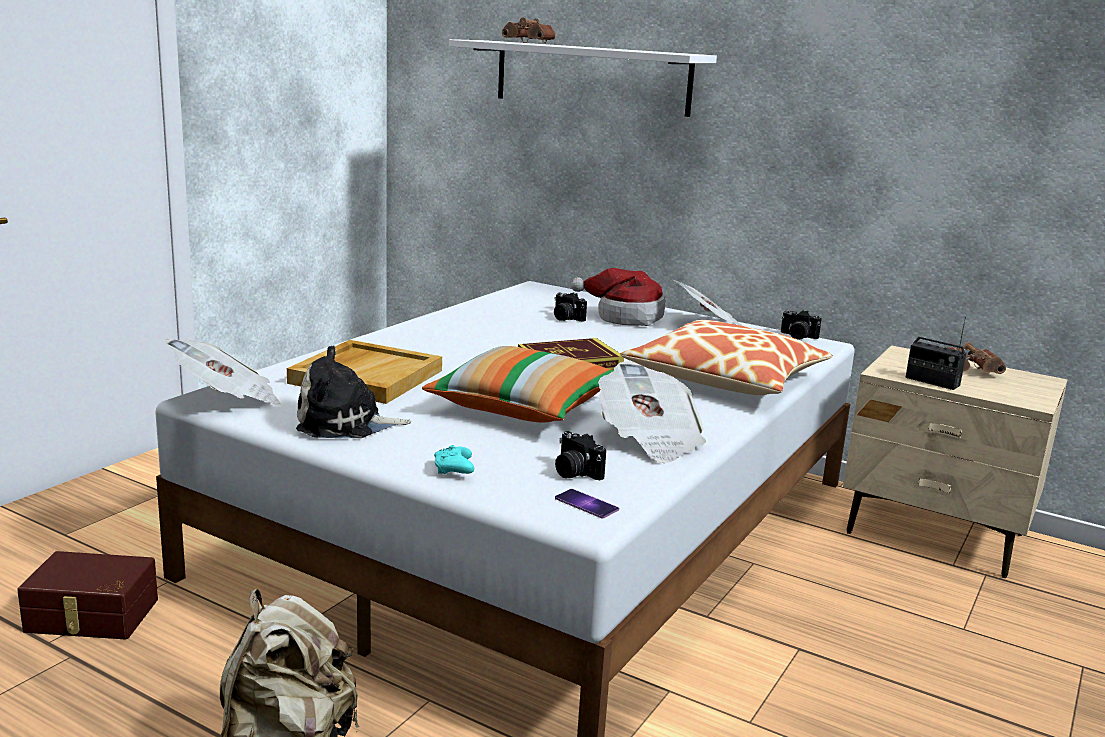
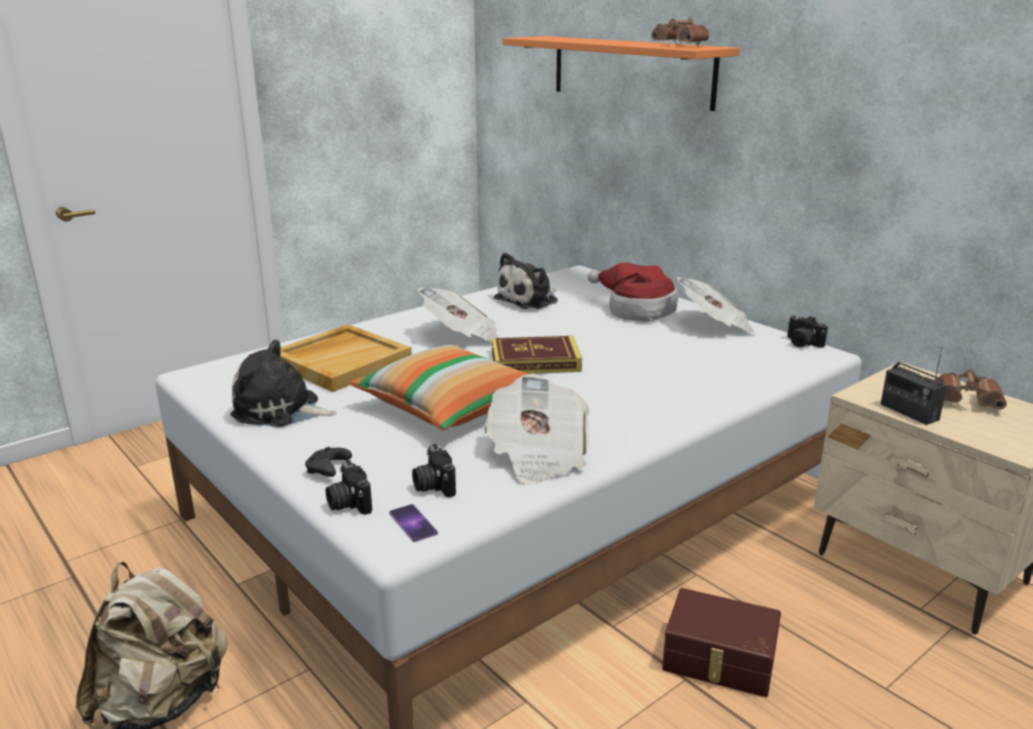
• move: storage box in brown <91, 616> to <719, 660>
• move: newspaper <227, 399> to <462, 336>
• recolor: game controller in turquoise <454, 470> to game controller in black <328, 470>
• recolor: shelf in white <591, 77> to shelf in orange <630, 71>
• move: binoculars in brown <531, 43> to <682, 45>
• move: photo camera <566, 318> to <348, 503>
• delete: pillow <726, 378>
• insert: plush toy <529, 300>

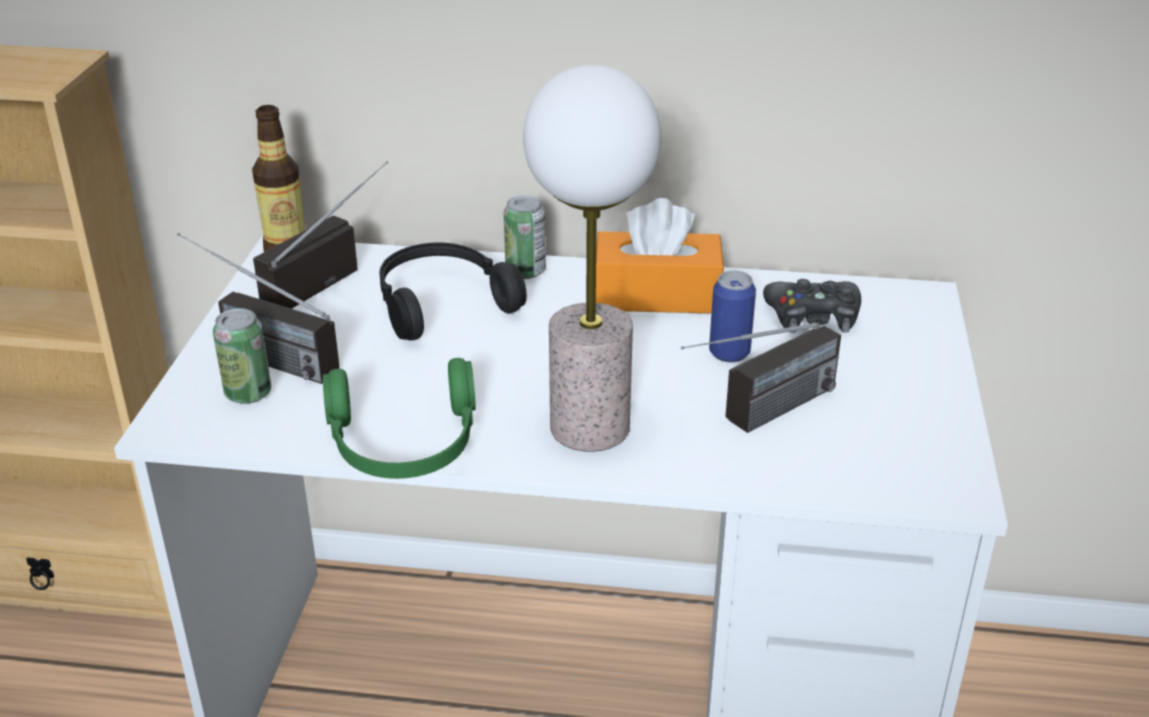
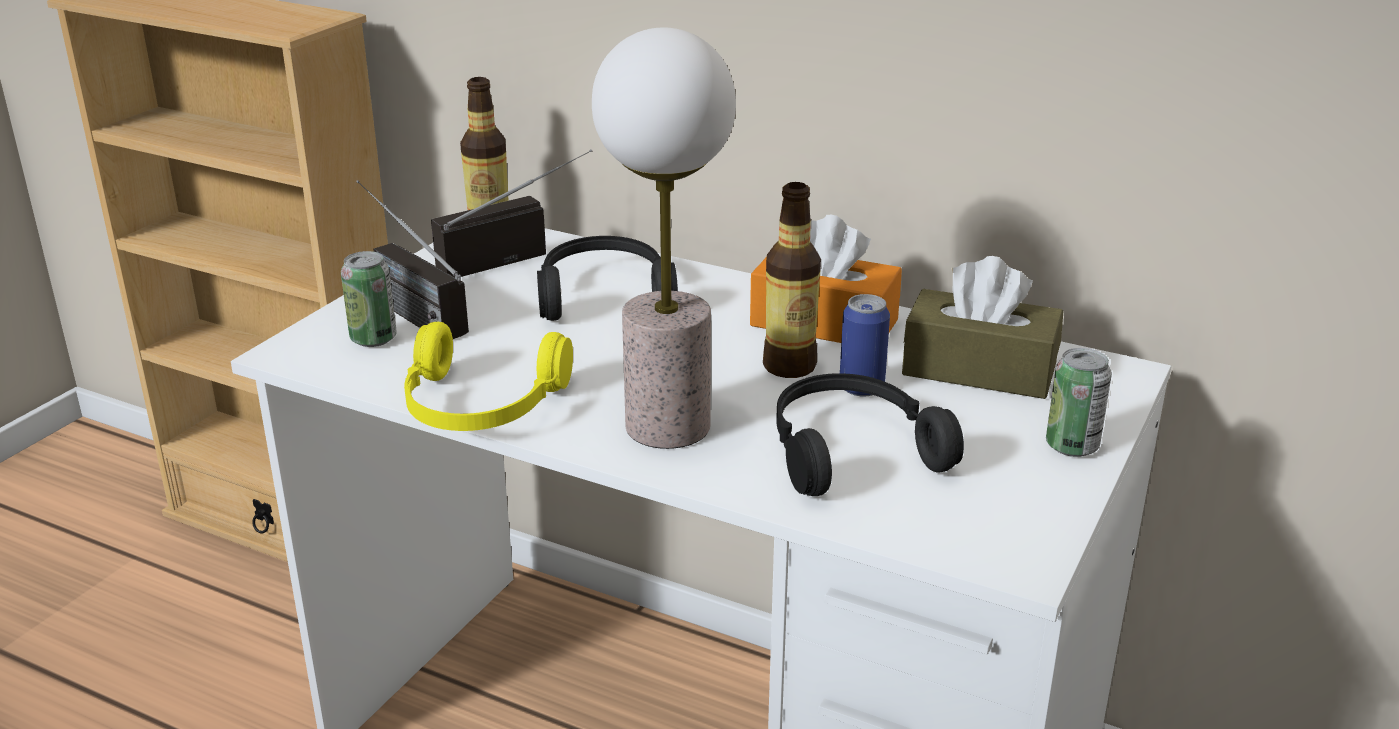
• recolor: headphones in green <404, 445> to headphones in yellow <480, 407>
• move: can <525, 271> to <1072, 446>
• replace: radio <759, 417> to headphones in black <850, 450>
• replace: game controller in black <813, 316> to tissue box in brown <979, 370>
• insert: bottle <789, 366>

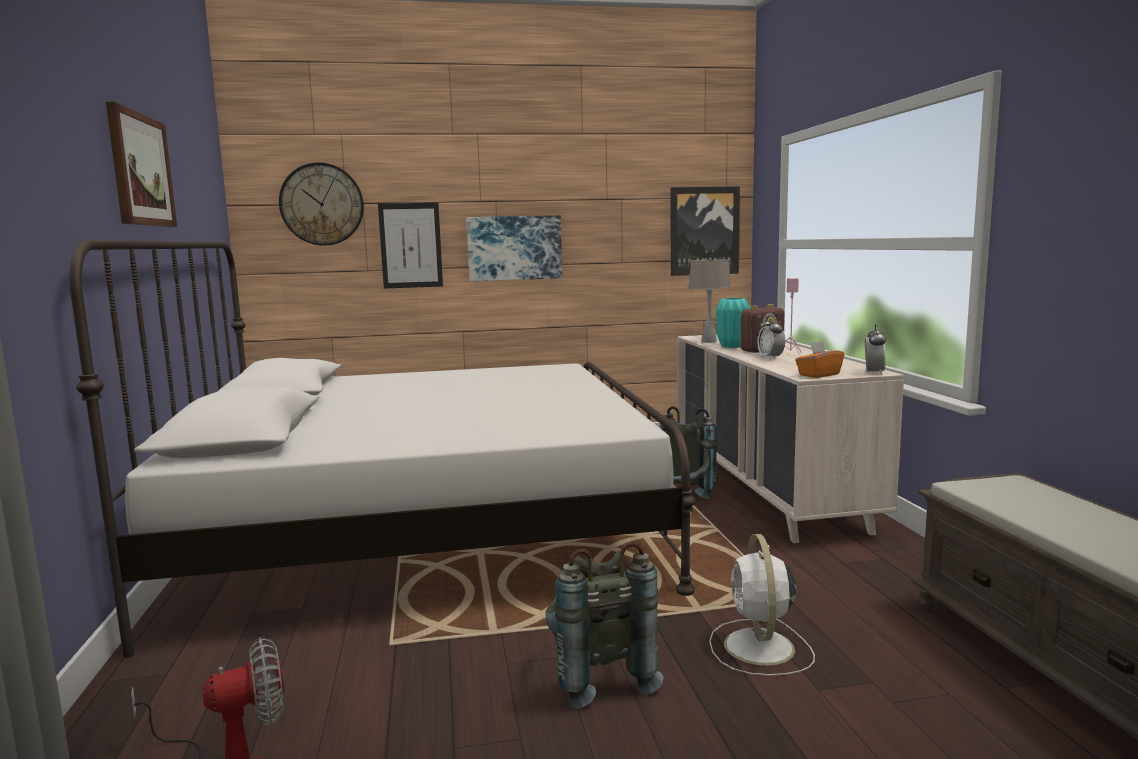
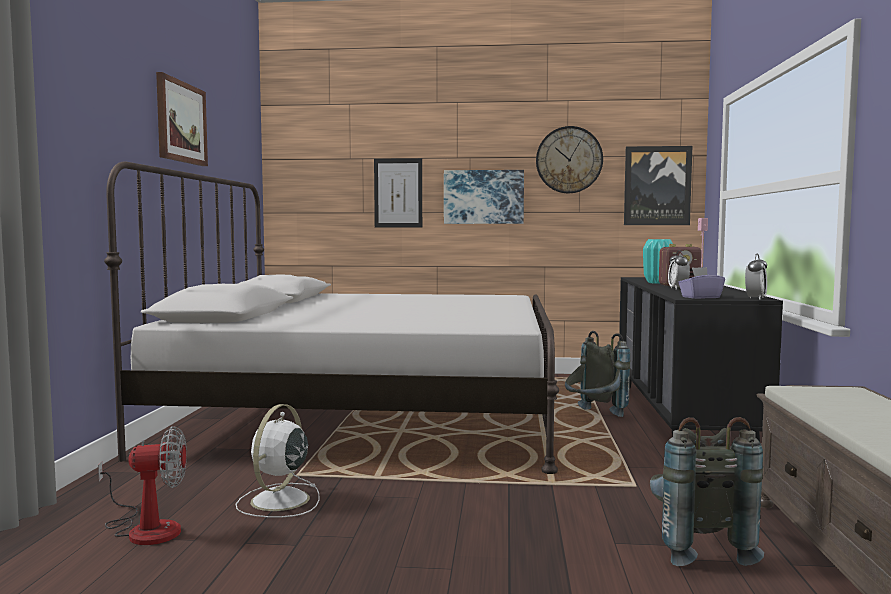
• move: wall clock <322, 204> to <569, 160>
• move: backpack in grey <597, 676> to <696, 547>
• recolor: dresser in beige <767, 489> to dresser in black <681, 415>
• delete: table lamp in beige <709, 341>
• move: fan in white <759, 648> to <278, 501>
• recolor: tissue box in orange <818, 375> to tissue box in purple <700, 297>

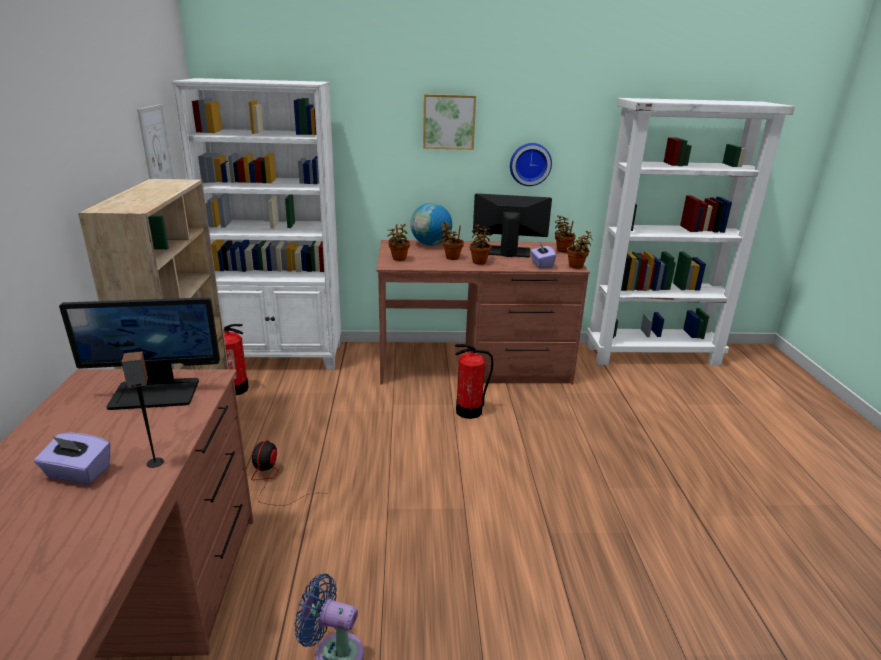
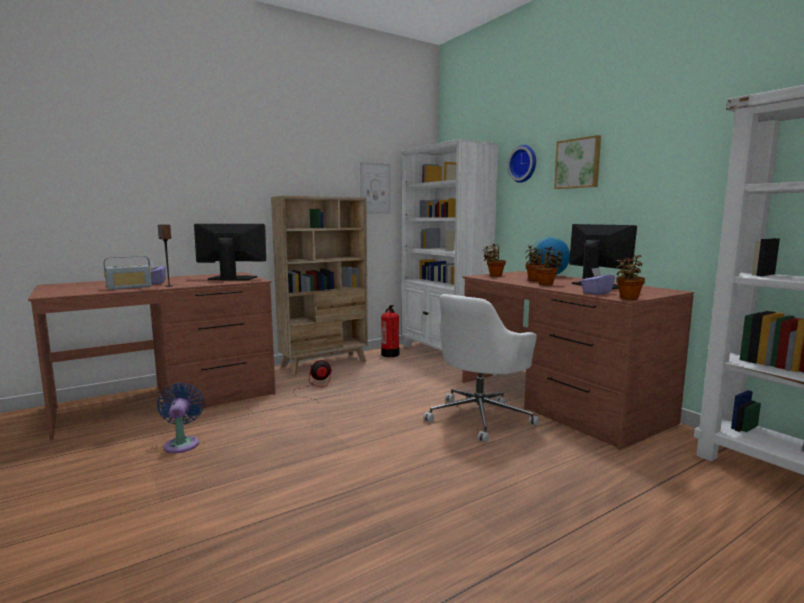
• rotate: monitor <156, 393> = <232, 278> 135 degrees clockwise
• replace: fire extinguisher <469, 411> to office chair in white <480, 417>
• move: wall clock <530, 164> to <524, 164>
• delete: potted plant <562, 250>
• insert: radio <129, 287>

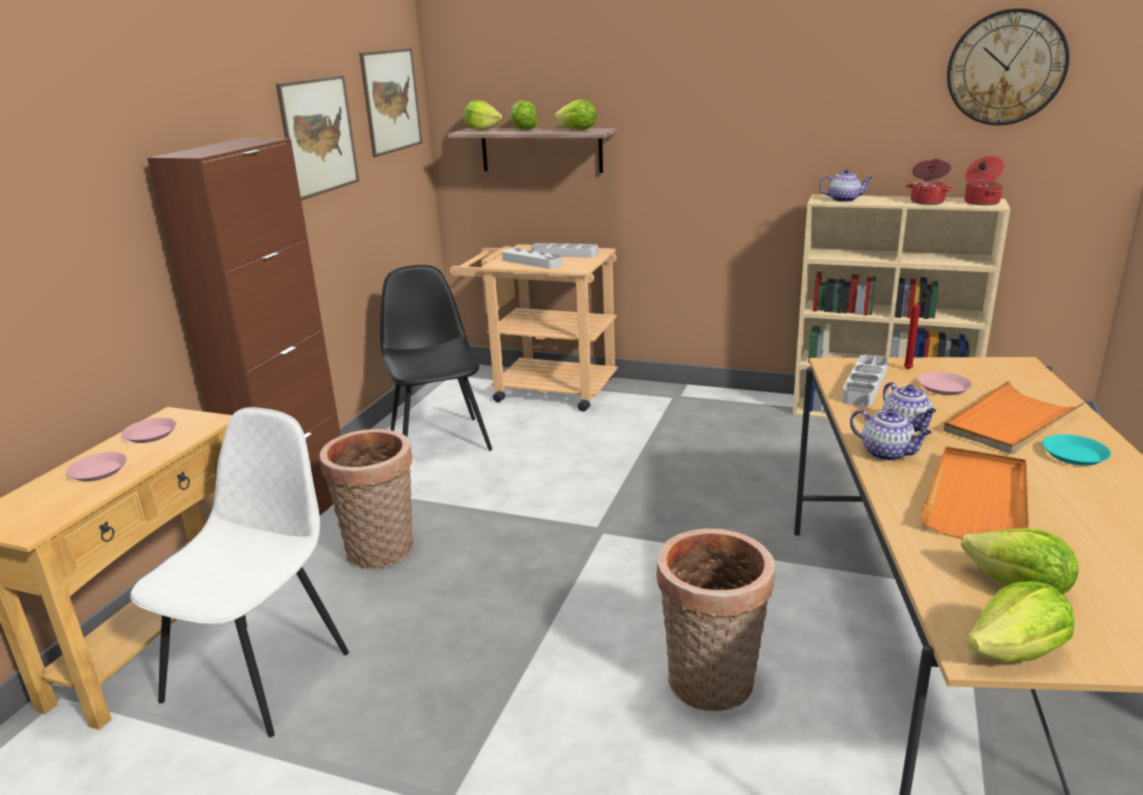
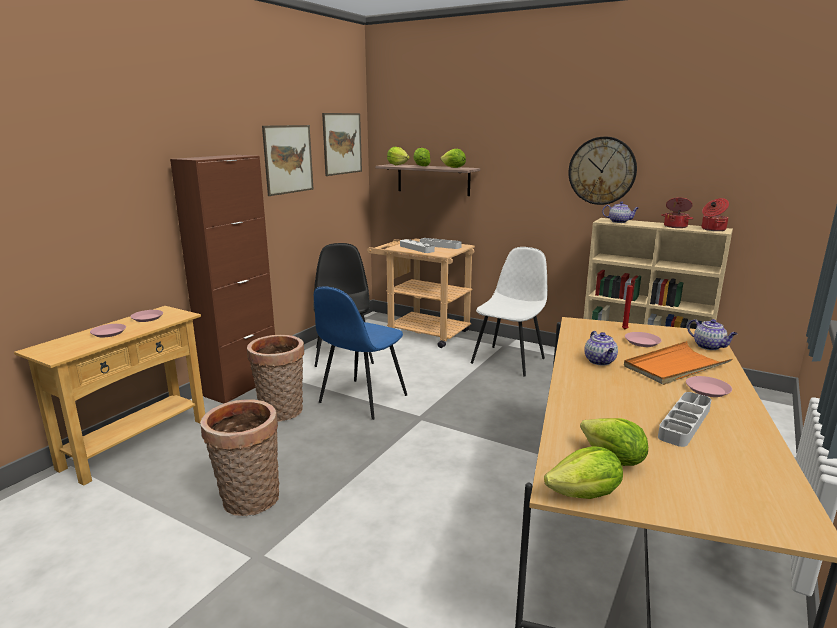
• move: chair in white <260, 673> to <509, 360>
• move: basket <711, 686> to <249, 502>
• move: tray in grey <864, 385> to <684, 423>
• move: teapot <887, 453> to <709, 346>
• delete: tray in orange <977, 499>
• move: wall clock <1006, 68> to <602, 171>
• recolor: plate in turquoise <1074, 455> to plate in pink <707, 390>
• insert: chair in blue <361, 400>

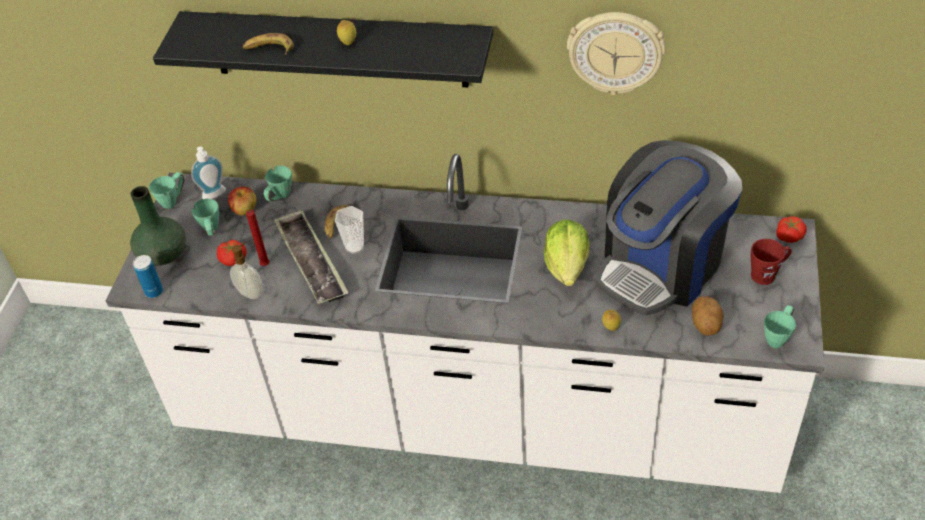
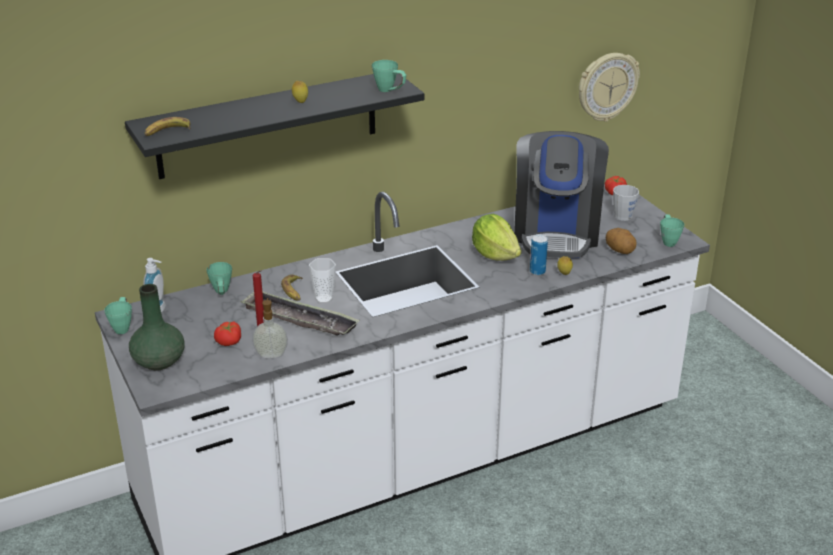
• move: can <154, 292> to <537, 271>
• move: mug in green <212, 231> to <390, 91>
• delete: apple <245, 210>
• move: banana <269, 49> to <167, 132>
• move: wall clock <615, 52> to <607, 86>
• recolor: mug in red <767, 274> to mug in grey <625, 214>

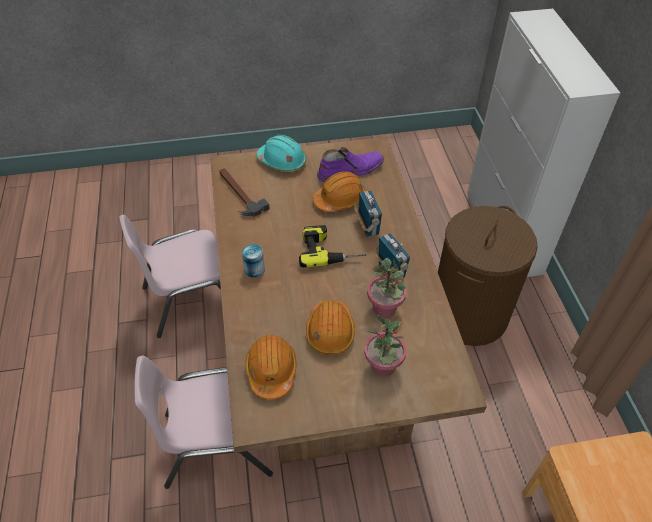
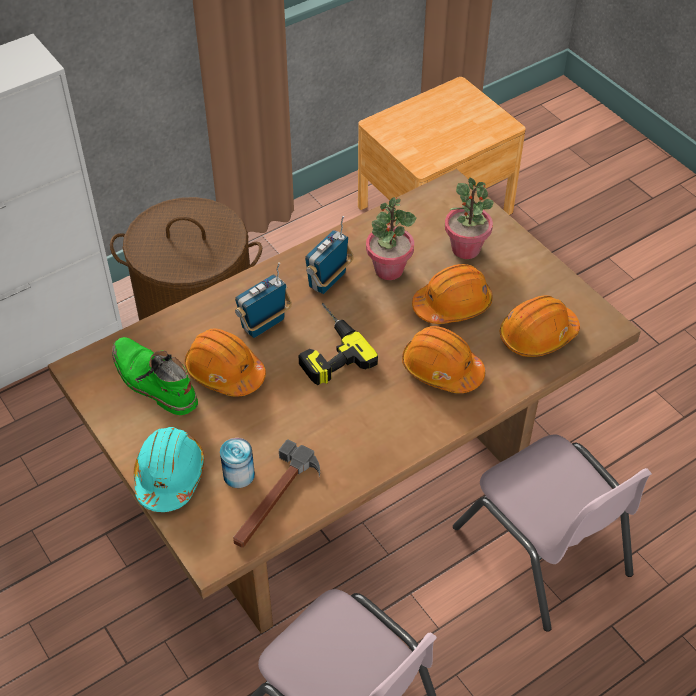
• move: can <254, 269> to <239, 475>
• recolor: boot in purple <350, 170> to boot in green <153, 382>
• insert: hard hat in orange <441, 369>

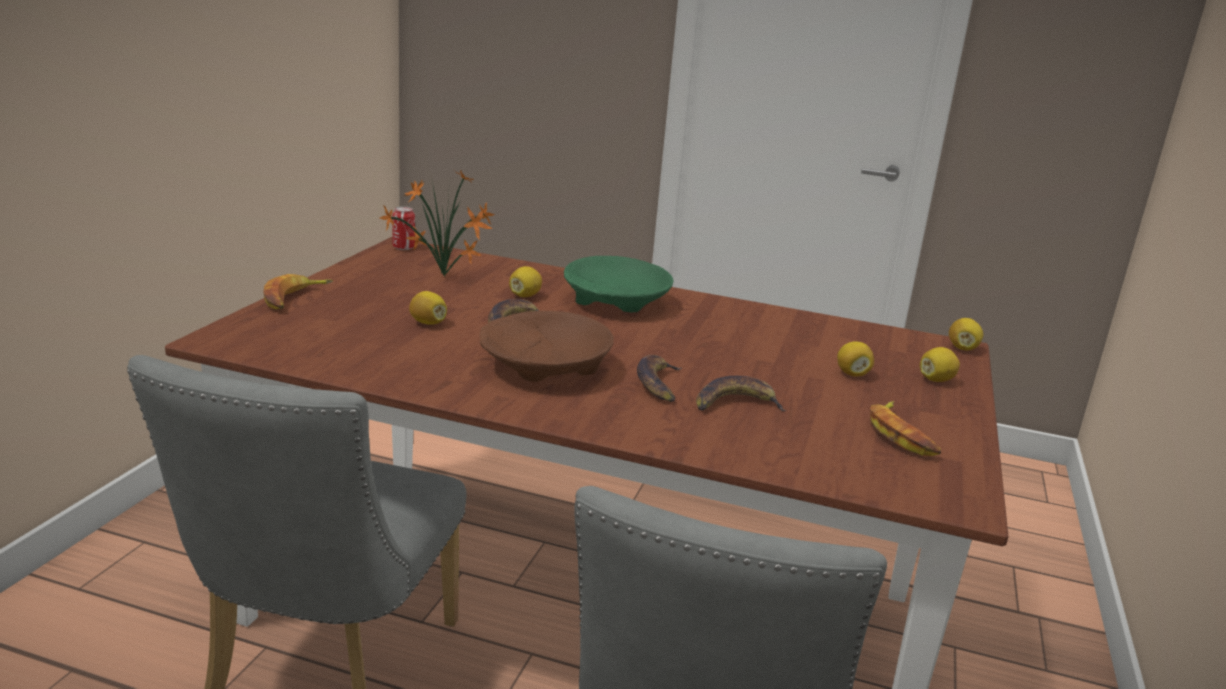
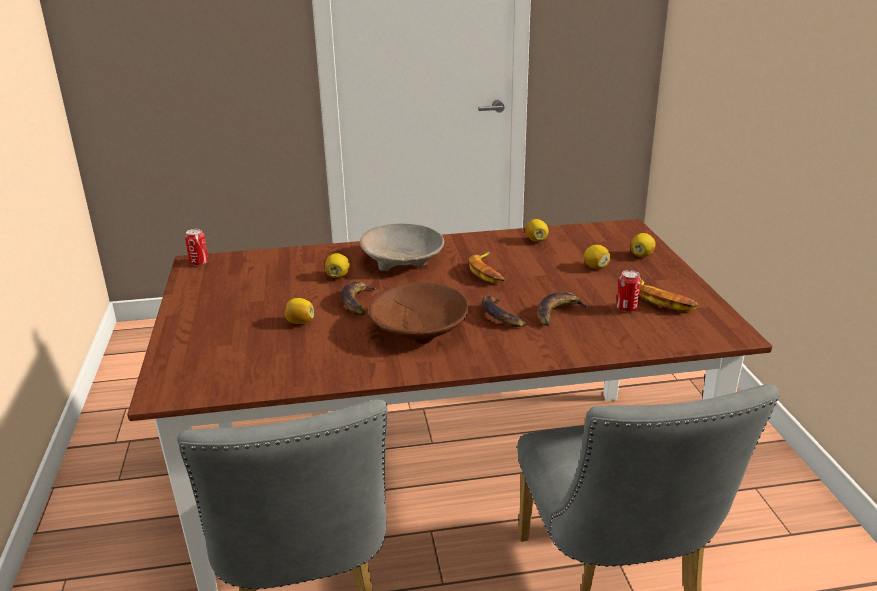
• move: banana <295, 298> to <487, 272>
• delete: potted plant <445, 278>
• recolor: bowl in green <617, 302> to bowl in beige <403, 260>
• move: lemon <962, 348> to <536, 240>
• insert: can <627, 308>

